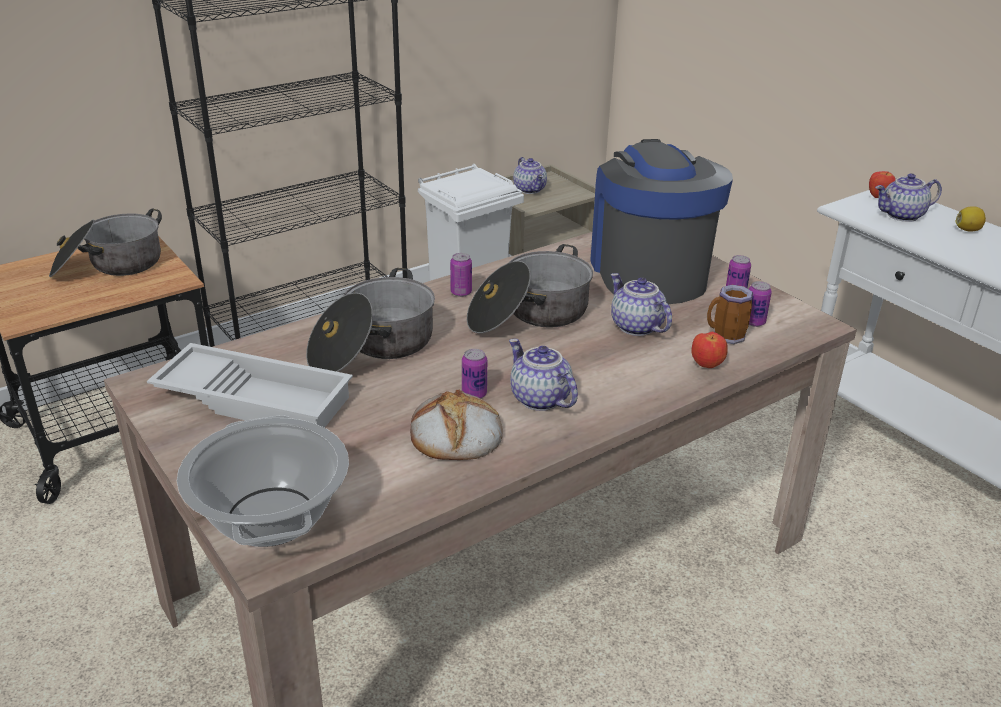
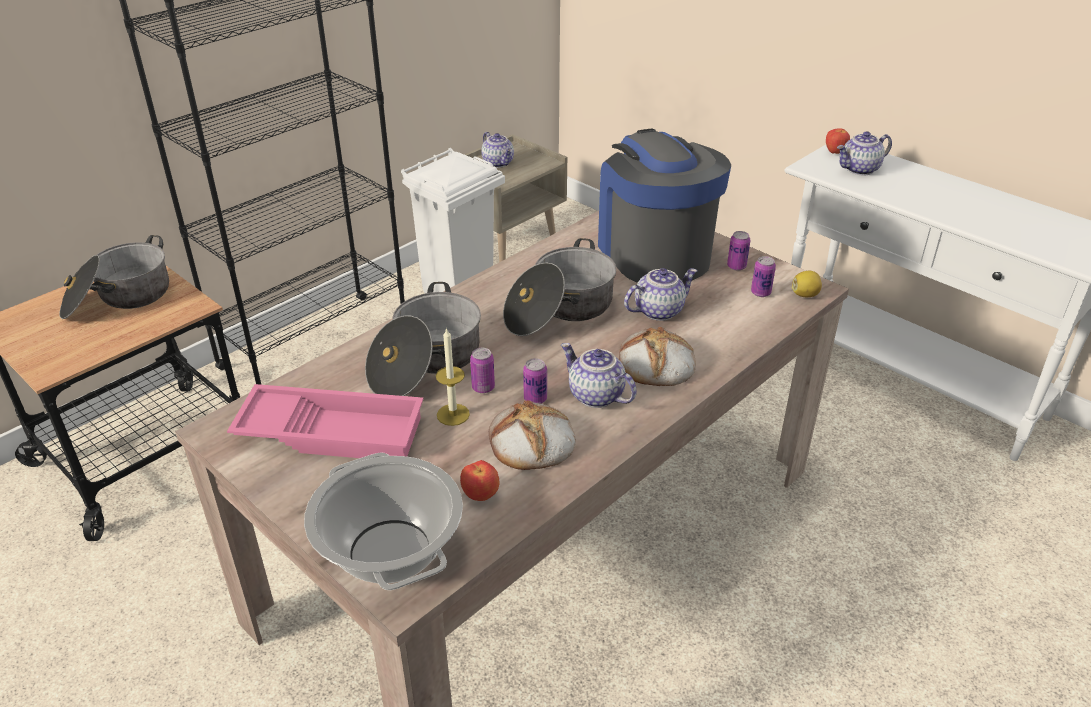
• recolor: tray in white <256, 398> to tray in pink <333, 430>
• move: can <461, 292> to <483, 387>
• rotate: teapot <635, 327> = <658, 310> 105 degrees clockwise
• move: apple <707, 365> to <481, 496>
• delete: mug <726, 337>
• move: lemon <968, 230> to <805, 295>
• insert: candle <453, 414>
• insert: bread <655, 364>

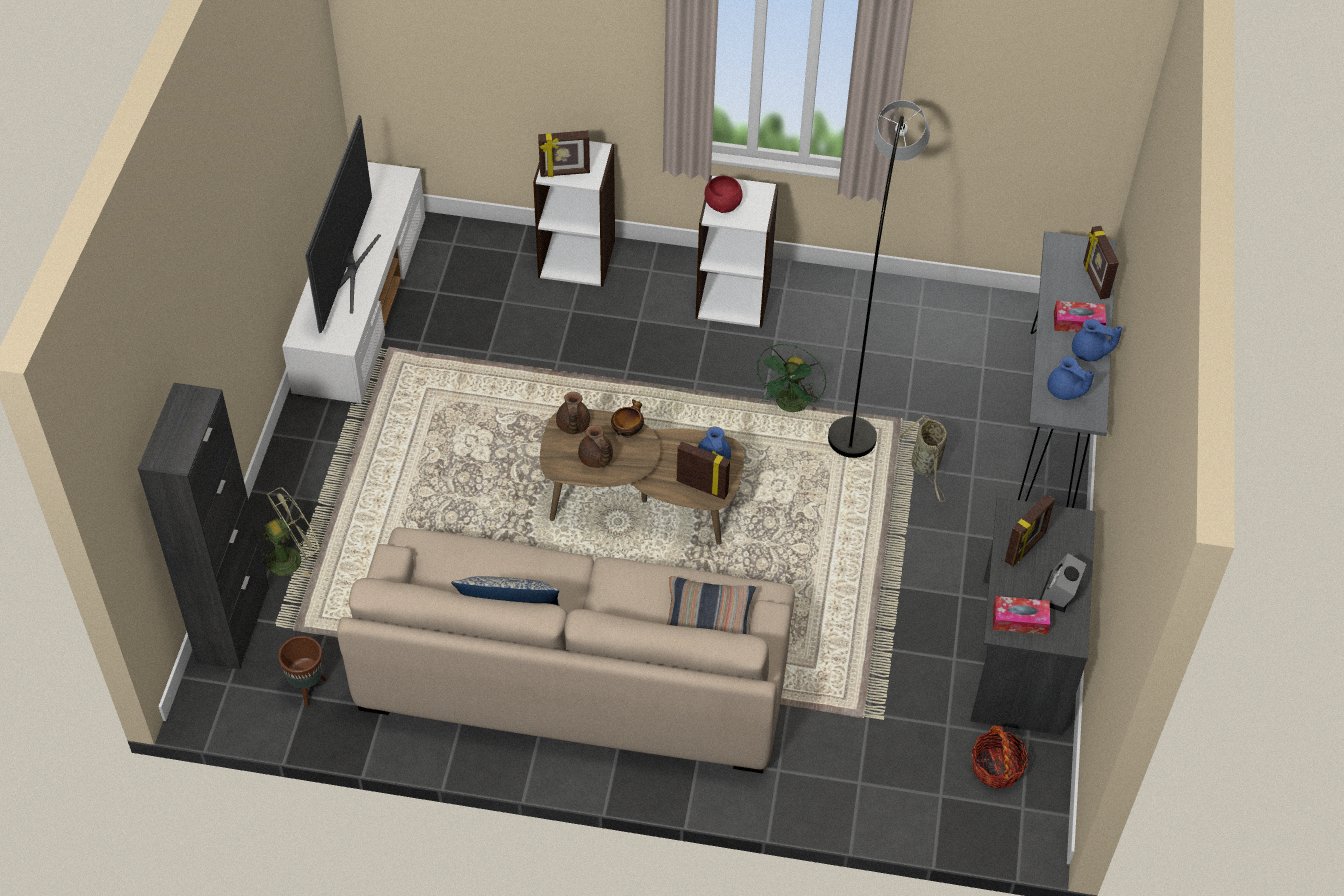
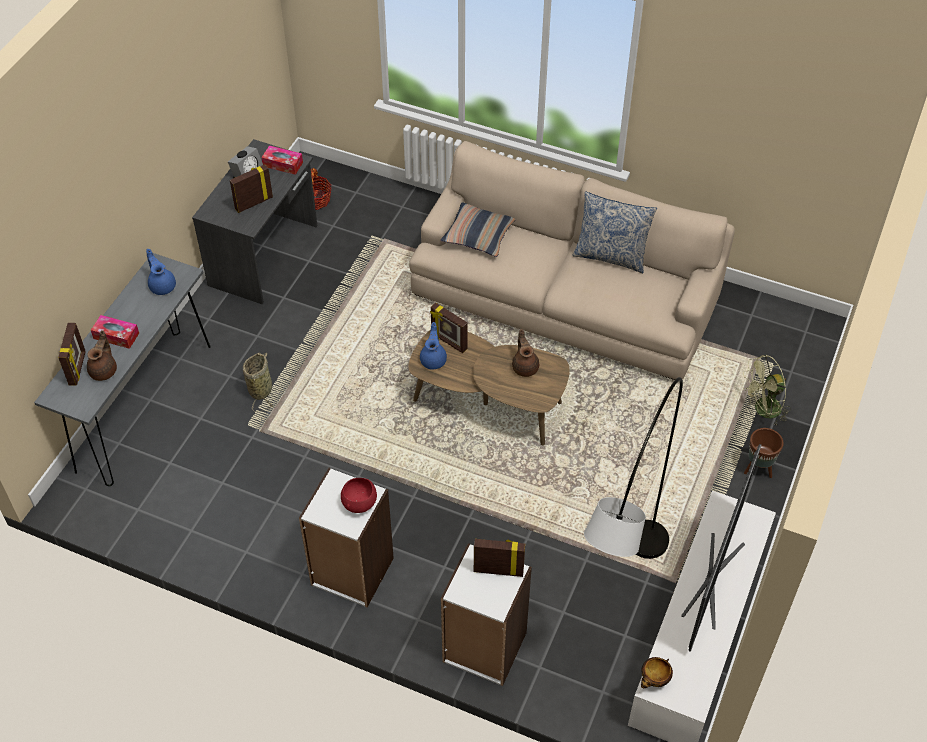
• delete: cabinet in black <233, 624>
• move: planter in brown <307, 689> to <758, 469>
• move: teapot in brown <572, 426> to <104, 370>
• move: bowl <627, 431> to <654, 680>
• delete: fan in green <790, 406>
• move: floor lamp in grey <865, 371> to <618, 604>
• delete: teapot in blue <1090, 352>

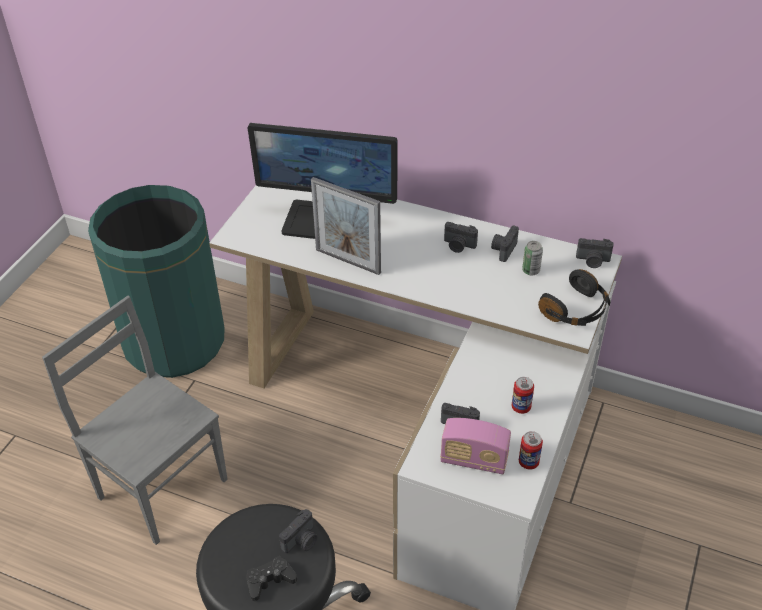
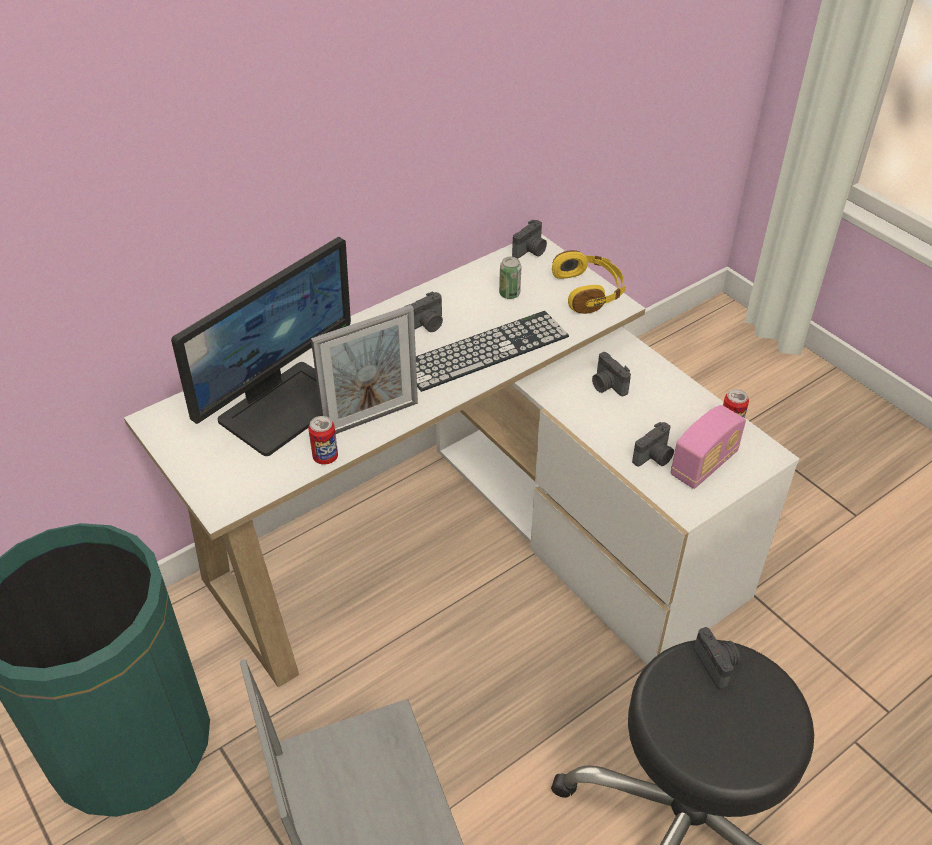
• delete: game controller in black <270, 581>
• move: photo camera <503, 250> to <607, 385>
• move: can <521, 407> to <325, 457>
• recolor: headphones in black <575, 310> to headphones in yellow <589, 292>
• insert: keyboard <485, 350>

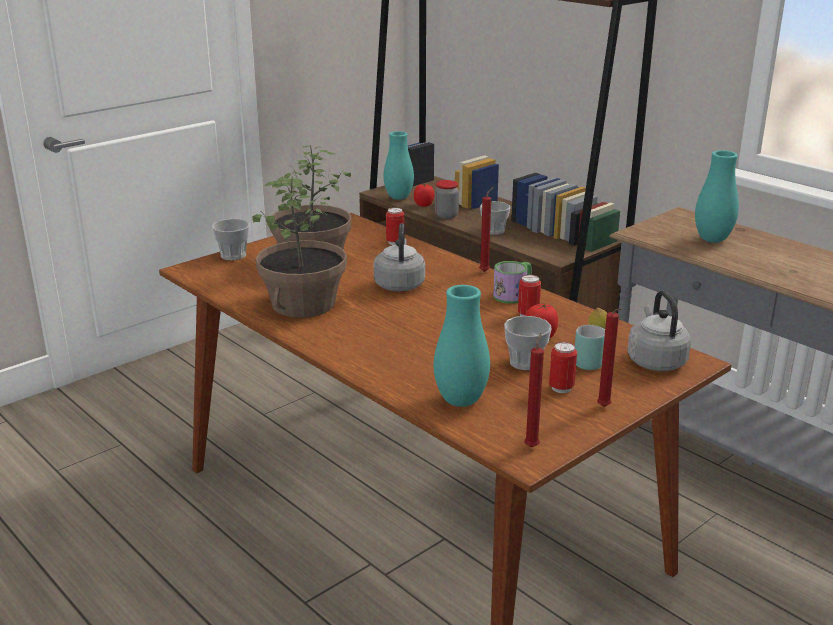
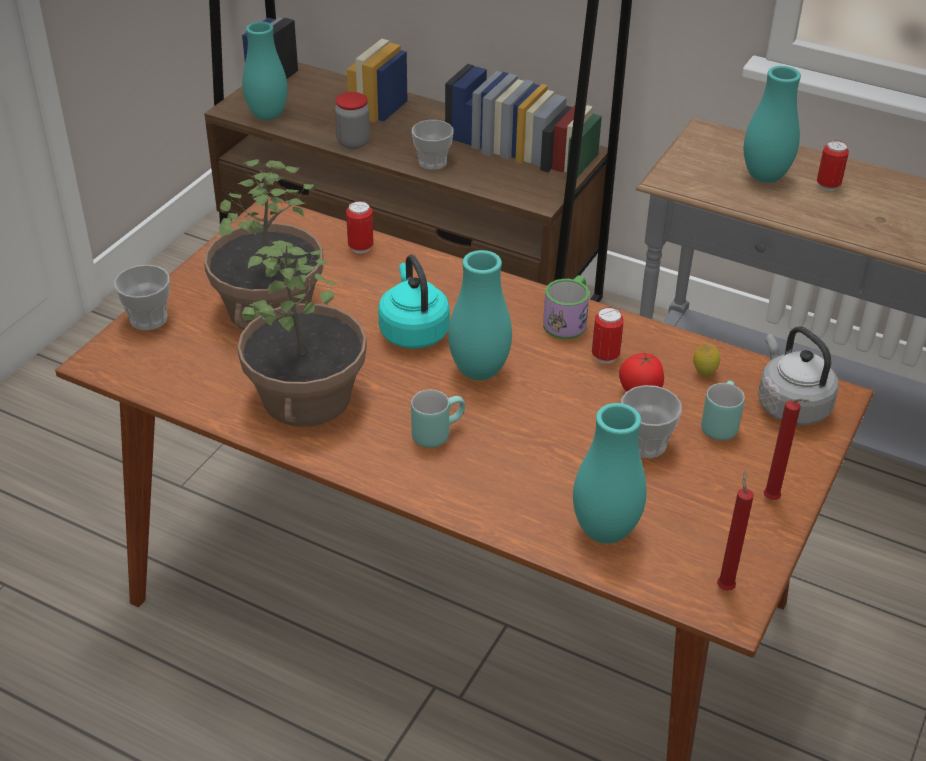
• recolor: kettle in grey <399, 284> to kettle in turquoise <413, 331>
• delete: tomato <424, 205>
• delete: candle in red <485, 271>
• move: can <561, 388> to <828, 185>
• insert: mug in turquoise <436, 432>
• insert: vase in turquoise <479, 371>

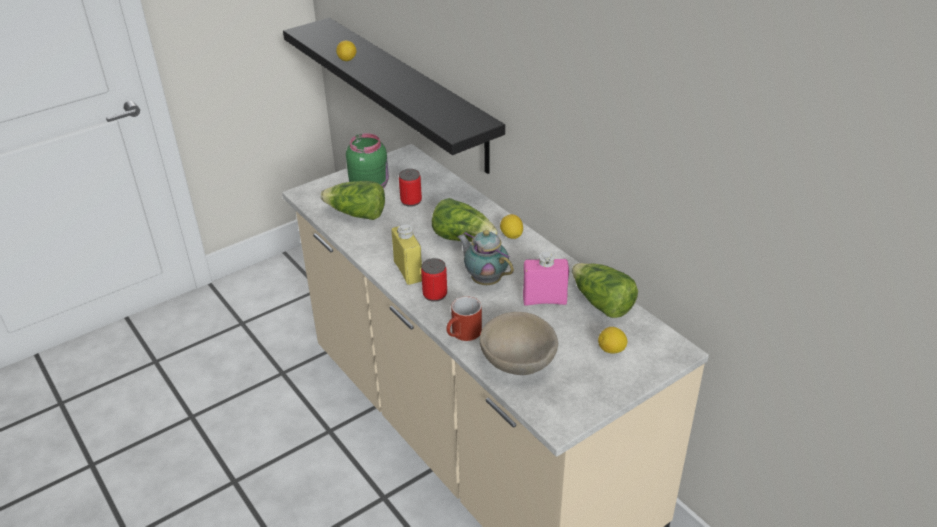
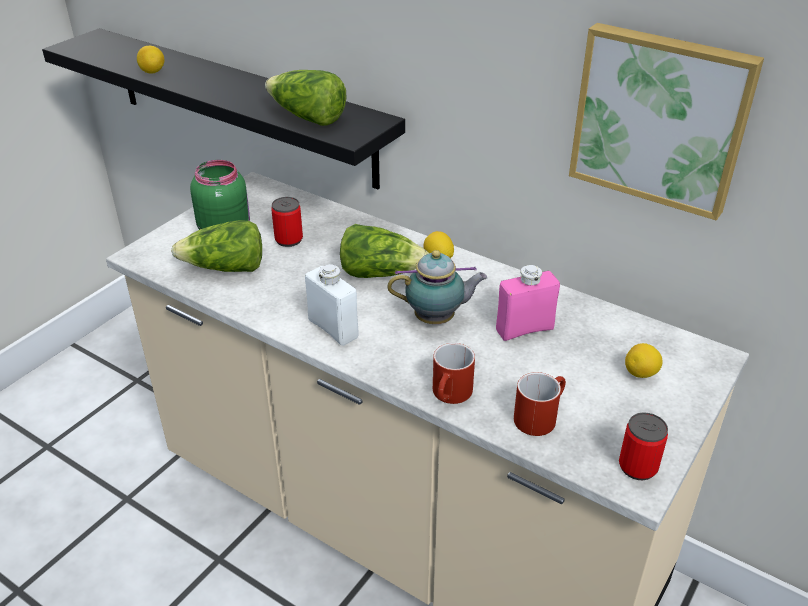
• recolor: bottle in yellow <408, 271> to bottle in white <333, 329>
• move: can <435, 294> to <637, 467>
• rotate: teapot <485, 280> = <437, 319> 150 degrees clockwise
• replace: bowl in beige <517, 362> to mug in red <539, 416>
• move: lettuce <601, 303> to <307, 117>
• insert: picture <660, 118>

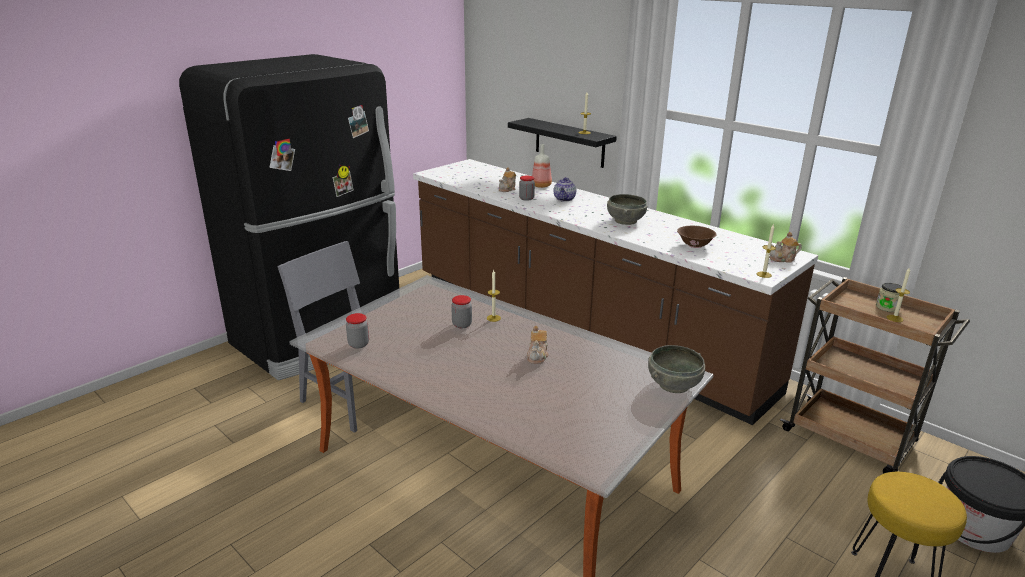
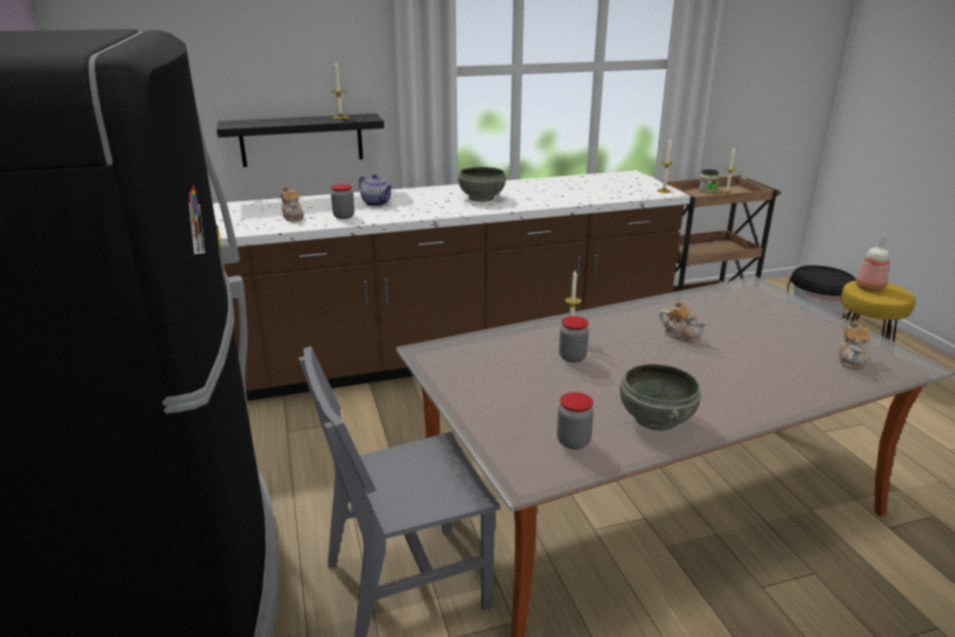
• move: bottle <542, 186> to <869, 288>
• move: bowl in grey <673, 384> to <655, 418>
• delete: bowl in brown <695, 245>
• move: teapot <783, 259> to <851, 360>

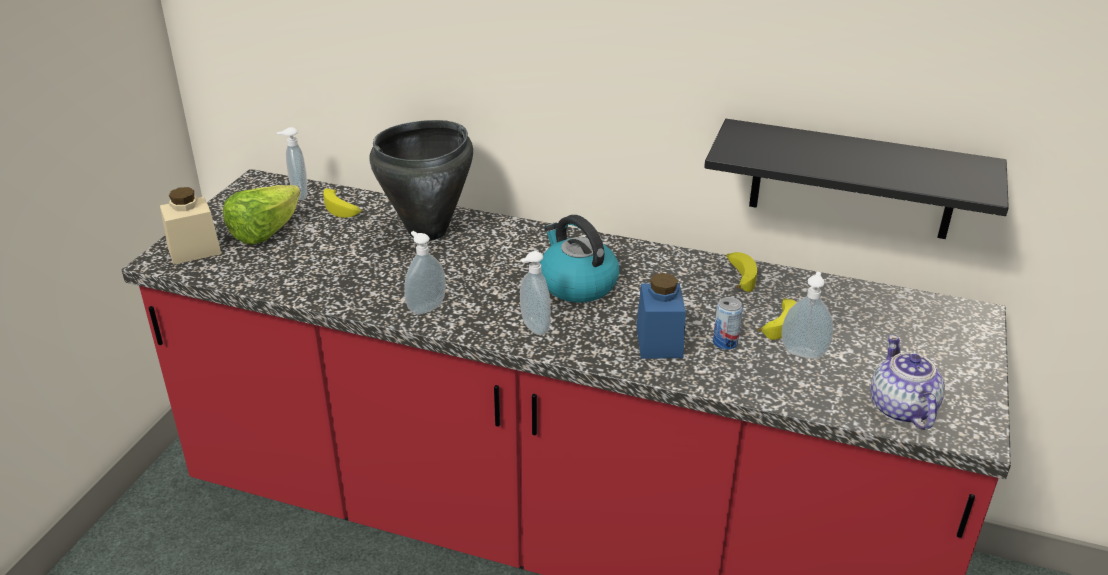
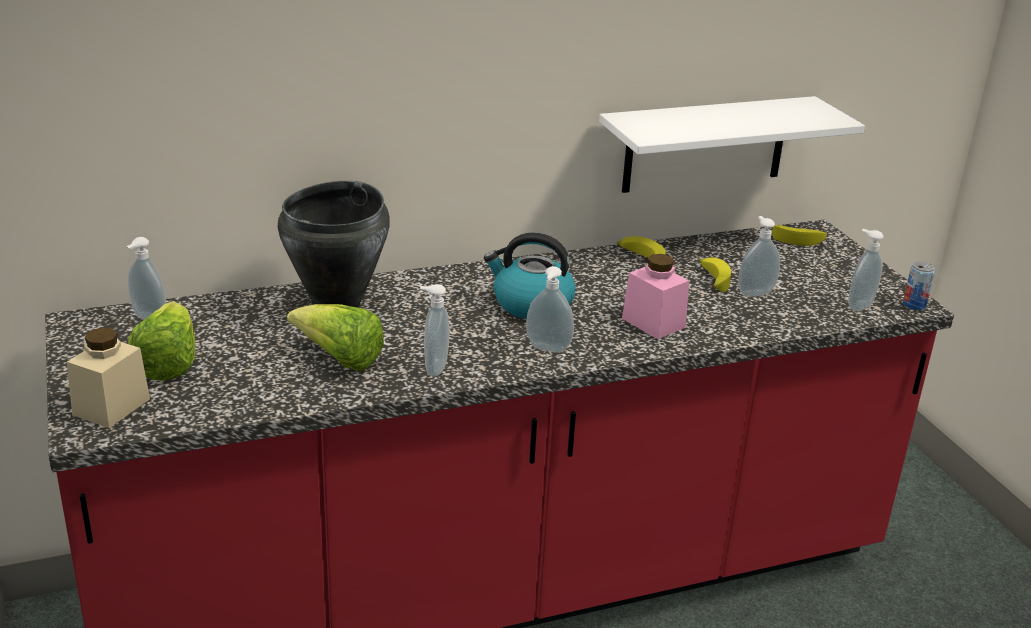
• move: banana <343, 209> to <799, 240>
• recolor: jar in blue <659, 342> to jar in pink <653, 323>
• recolor: shelf in black <852, 180> to shelf in white <705, 144>
• move: can <725, 342> to <914, 305>
• replace: teapot <901, 409> to soap dispenser <858, 305>
• insert: lettuce <339, 359>

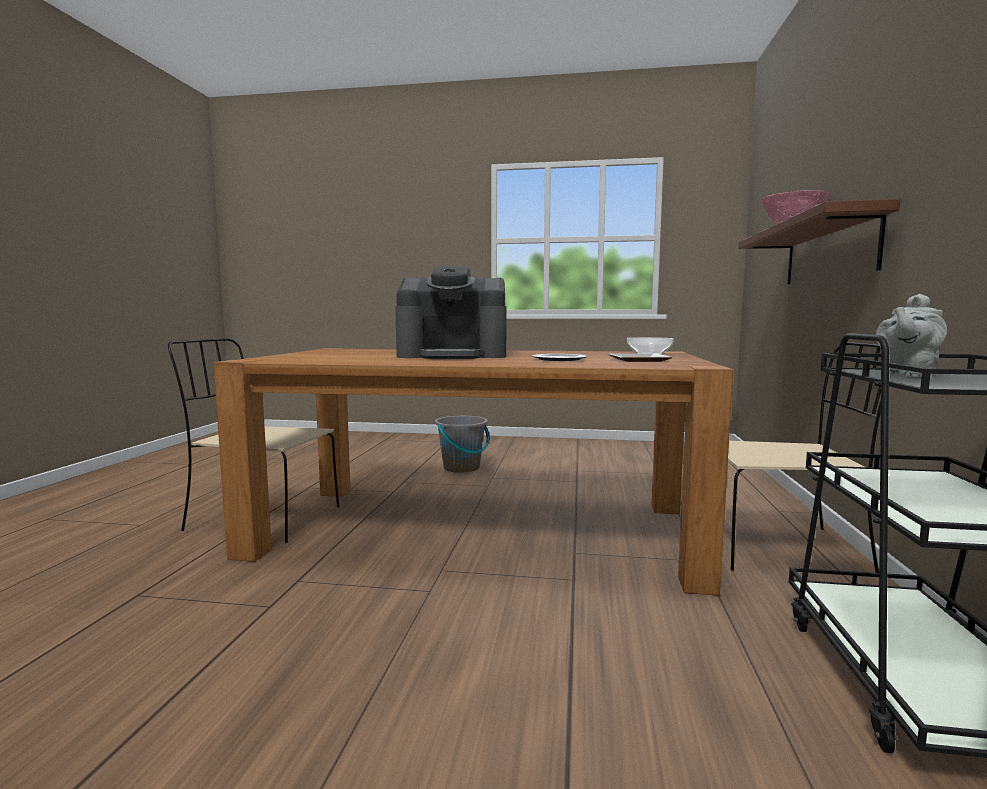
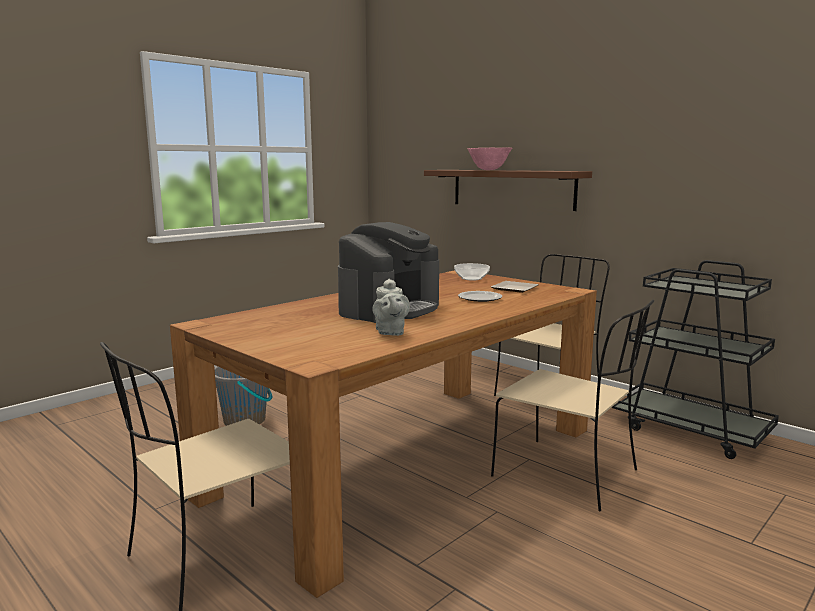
• move: teapot in grey <907, 375> to <390, 332>
• insert: chair in beige <568, 474>

